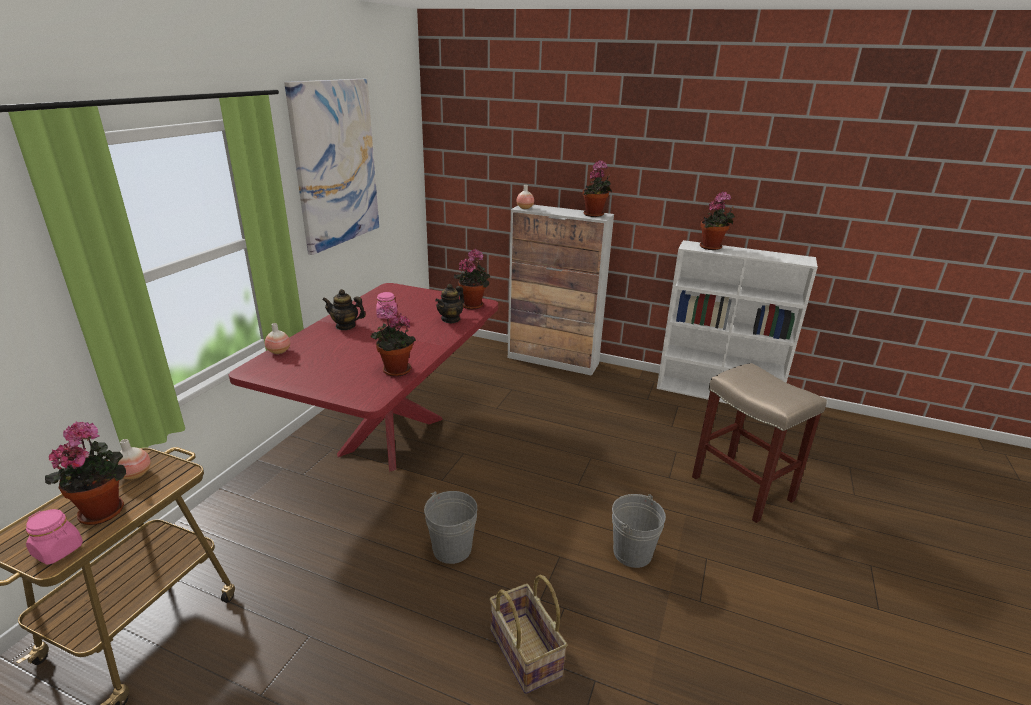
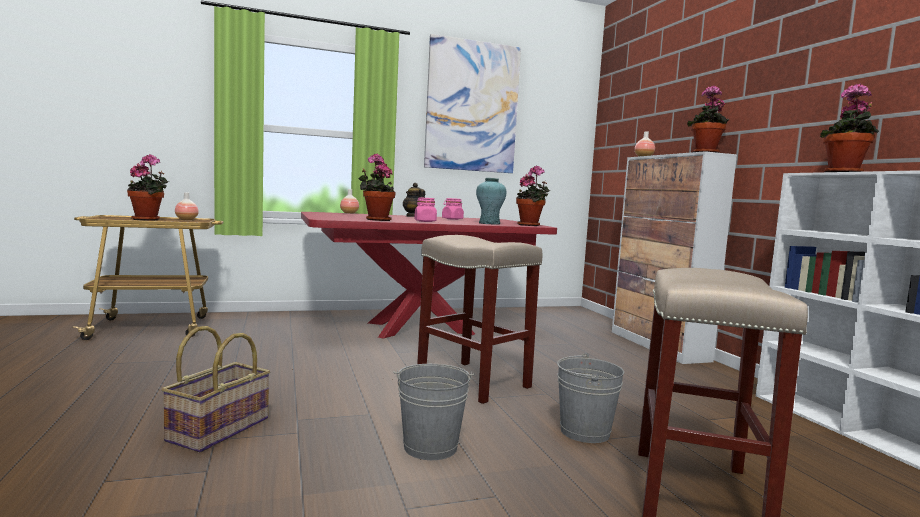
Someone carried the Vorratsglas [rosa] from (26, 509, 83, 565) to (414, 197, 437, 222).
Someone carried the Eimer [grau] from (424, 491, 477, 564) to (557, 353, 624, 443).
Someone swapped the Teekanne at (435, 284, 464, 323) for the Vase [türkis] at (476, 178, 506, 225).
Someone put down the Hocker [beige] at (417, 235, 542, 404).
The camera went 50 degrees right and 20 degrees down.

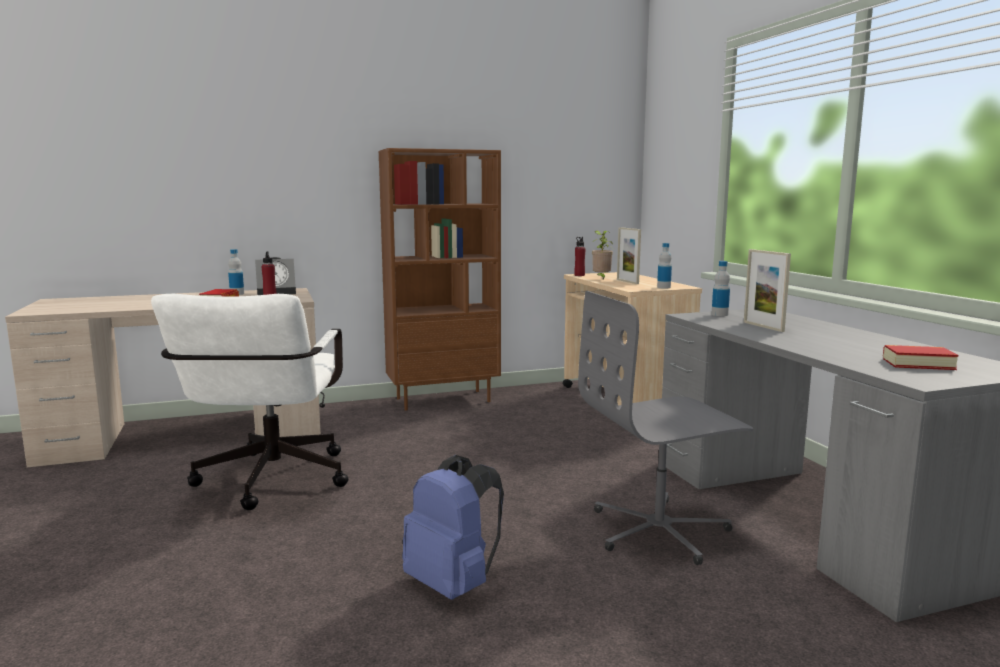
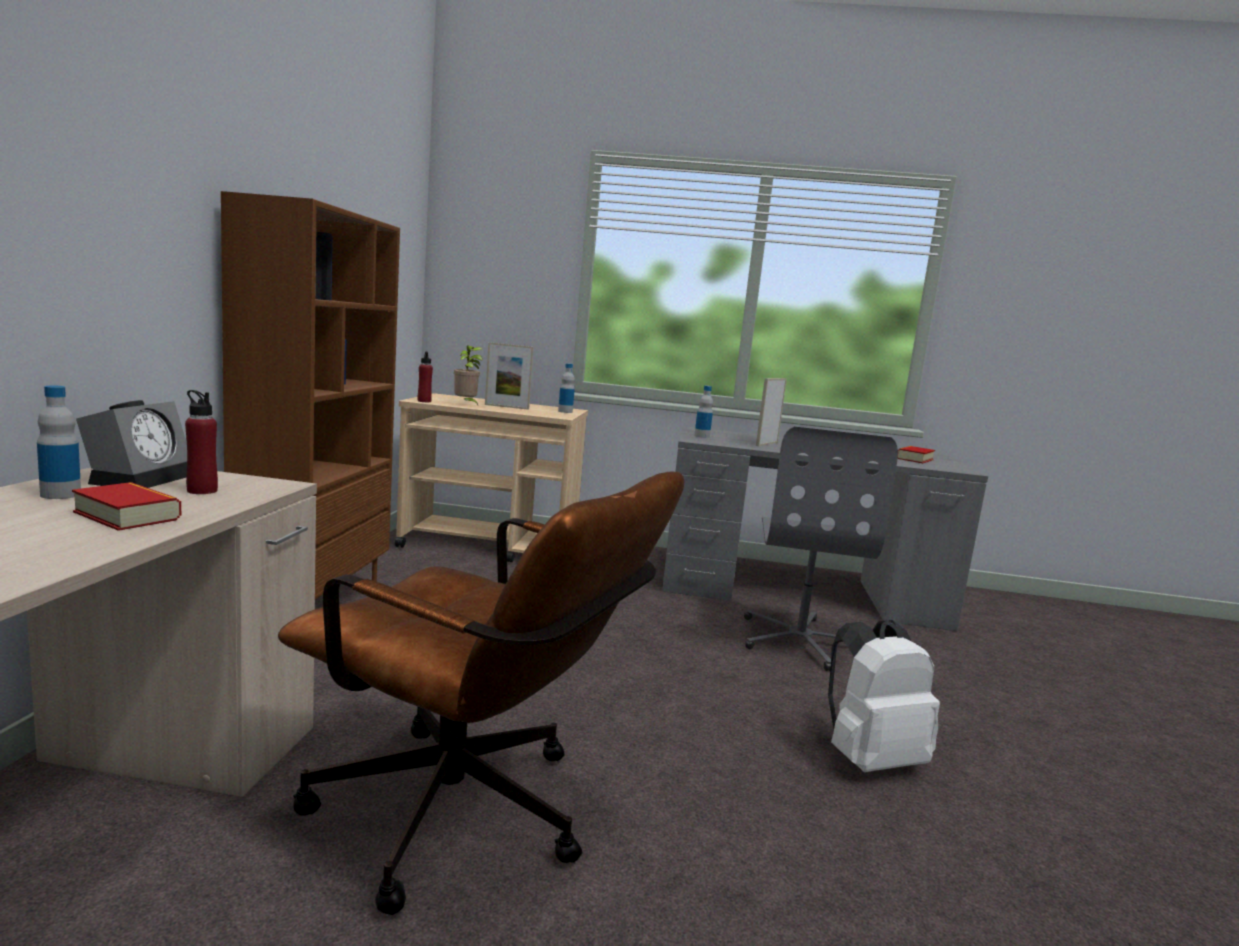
Someone repainted the Bürostuhl [weiß] at (151, 294, 348, 510), which became the Bürostuhl [braun] at (278, 471, 684, 915).
Someone repainted the Rucksack [blau] at (402, 455, 504, 600), which became the Rucksack [weiß] at (828, 620, 940, 772).
Someone rotated the Bilderrahmen at (744, 249, 791, 332) by 120 degrees clockwise.
The camera went 65 degrees left and 0 degrees up.

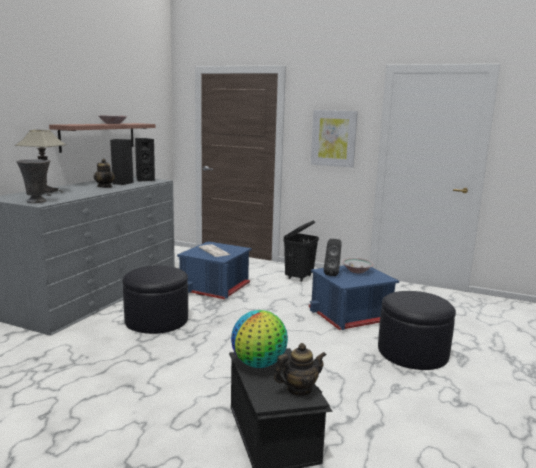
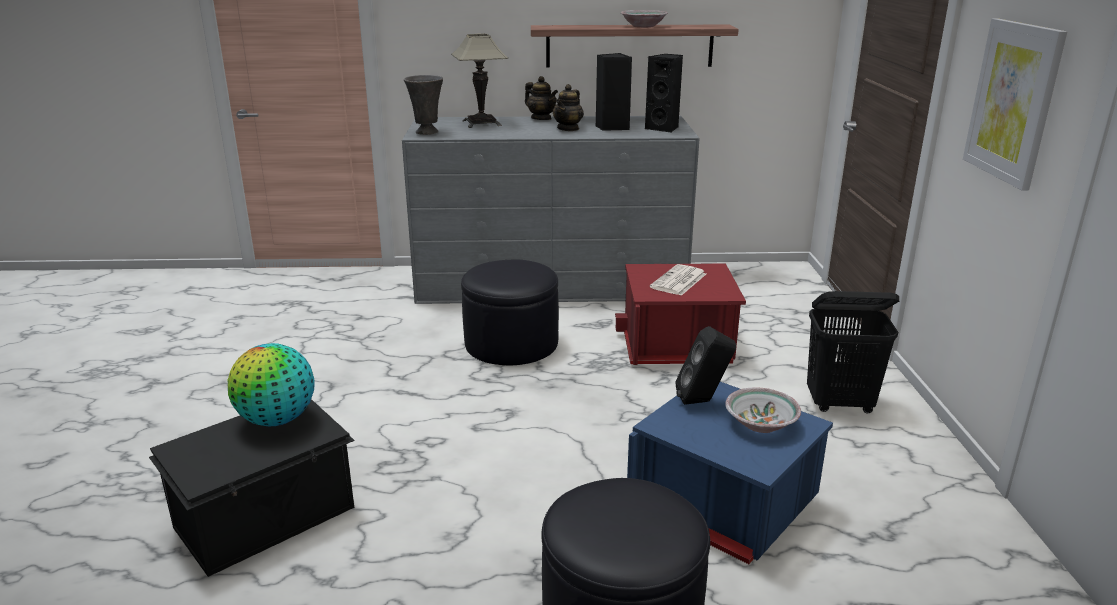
Someone repainted the Aufbewahrungsbox [blau] at (177, 241, 252, 299), which became the Aufbewahrungsbox [rot] at (615, 263, 746, 365).
Someone carried the Teekanne from (274, 343, 326, 396) to (525, 76, 558, 120).
The camera went 65 degrees right and 10 degrees up.

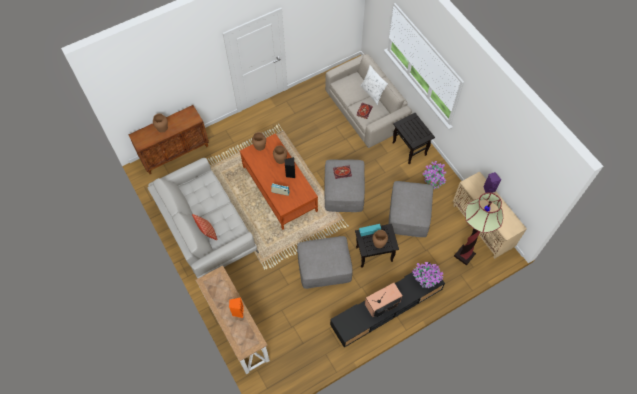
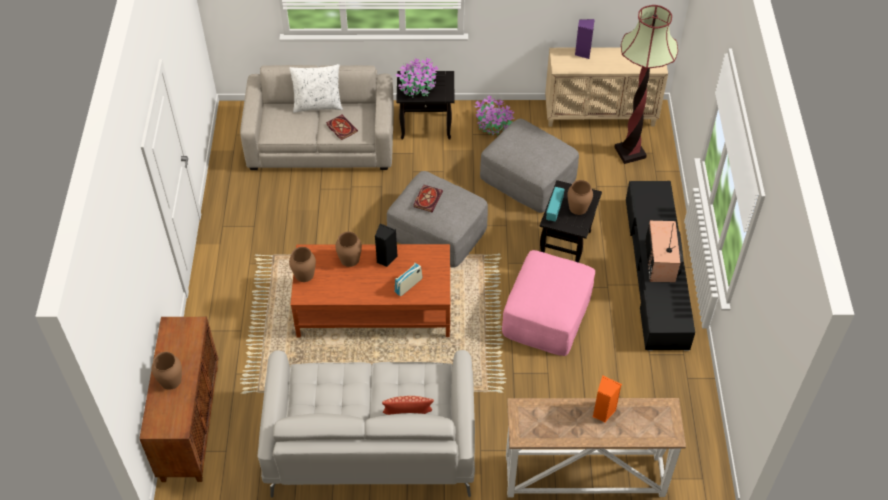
Someone repainted the Polsterhocker [grau] at (297, 236, 353, 289), which became the Polsterhocker [rosa] at (502, 250, 595, 356).
Someone carried the Topfpflanze from (412, 262, 443, 288) to (396, 57, 439, 98).
The camera went 60 degrees left and 10 degrees down.

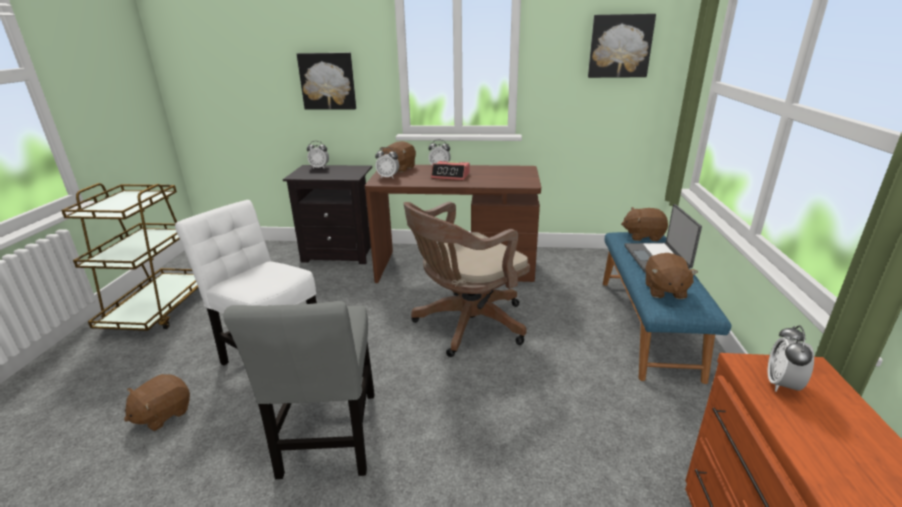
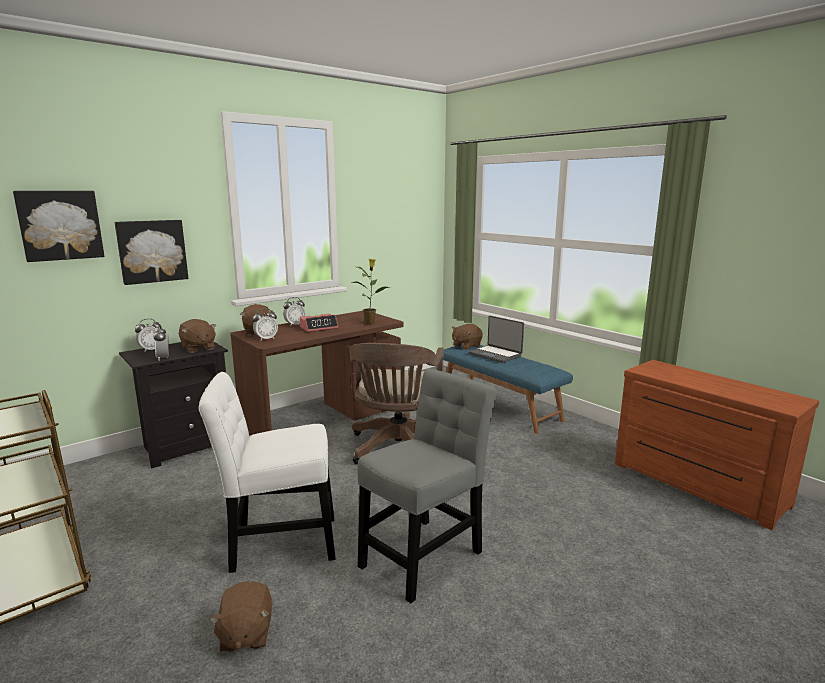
Someone rotated the Stuhl [grau] at (223, 301, 375, 479) by 90 degrees counterclockwise.
Someone carried the Bild from (588, 14, 656, 78) to (13, 191, 104, 262).
Someone carried the Plüschtier [braun] from (645, 253, 698, 299) to (179, 319, 217, 353).
Someone carried the Wecker from (768, 325, 814, 392) to (153, 325, 169, 360).
Someone put down the Topfpflanze at (350, 259, 389, 325).
The camera went 45 degrees left and 10 degrees down.

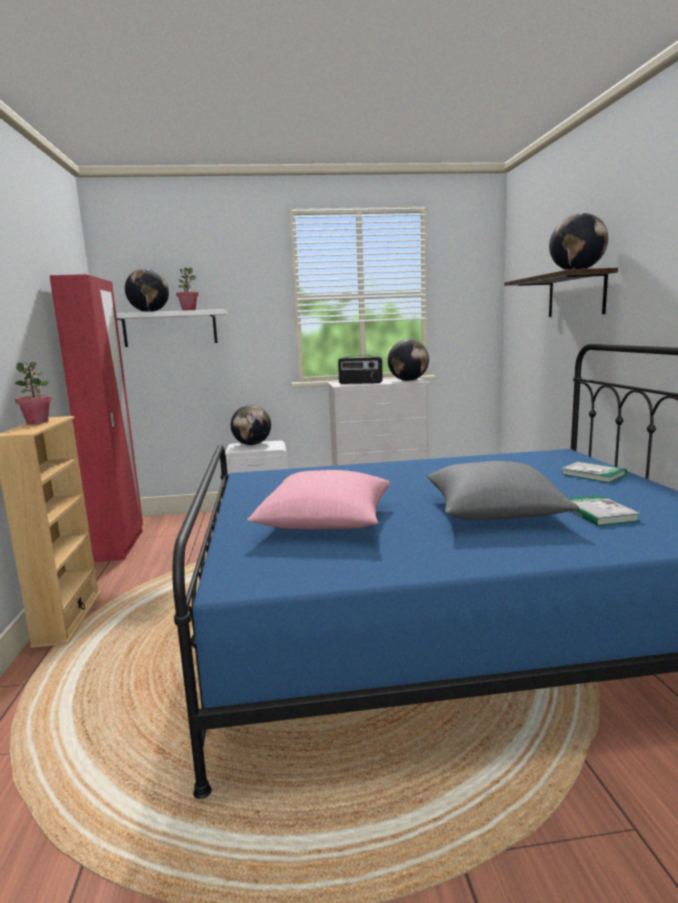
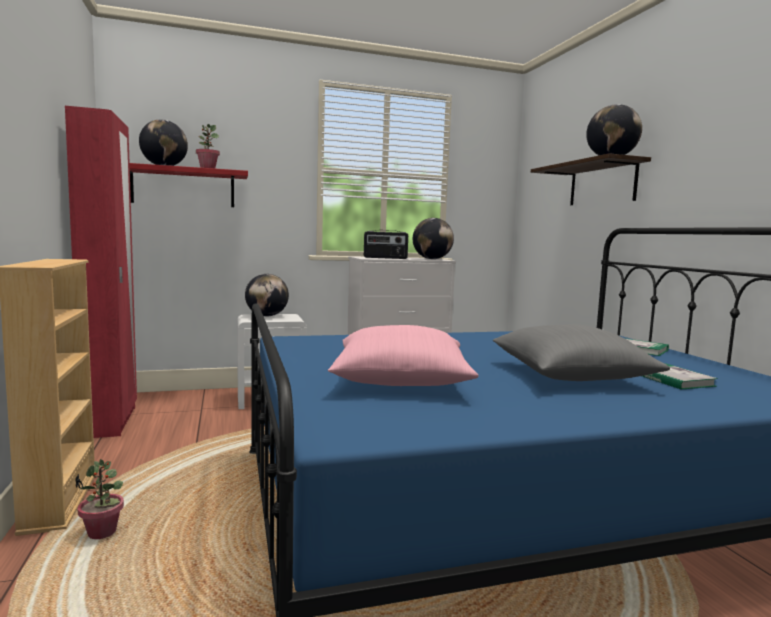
Someone carried the Topfpflanze from (15, 361, 52, 424) to (78, 459, 124, 539).
Someone repainted the Wandregal [weiß] at (116, 309, 227, 347), which became the Wandregal [rot] at (130, 163, 248, 207).
The camera went 10 degrees left and 5 degrees down.

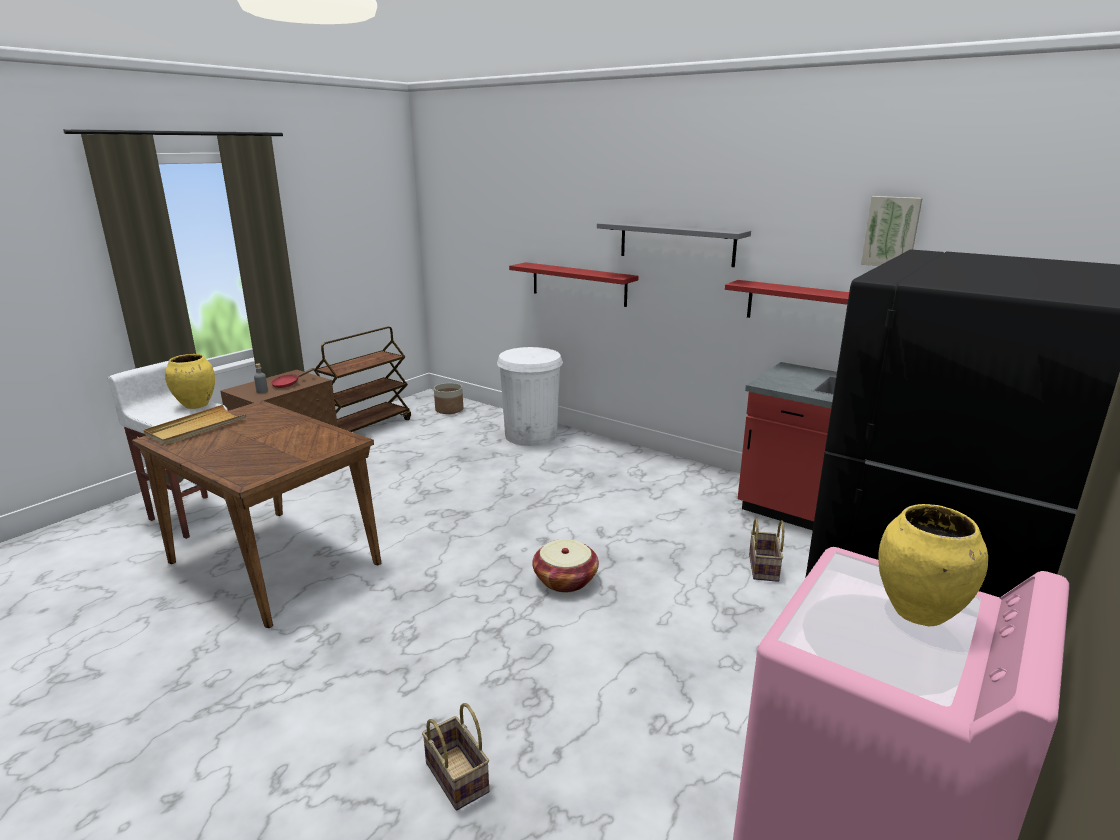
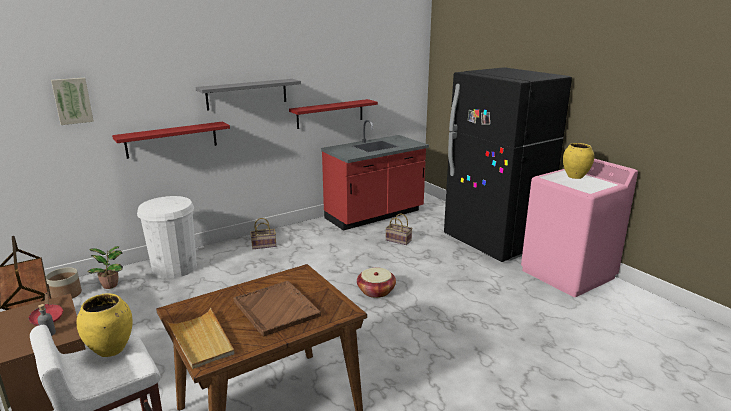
Someone carried the Korb from (422, 703, 489, 811) to (250, 218, 276, 249).
Someone carried the Bild from (861, 196, 923, 266) to (51, 78, 94, 125).
Someone put down the Topfpflanze at (88, 246, 123, 289).
Someone put down the Tablett [braun] at (233, 281, 321, 336).
The camera went 70 degrees left and 0 degrees up.

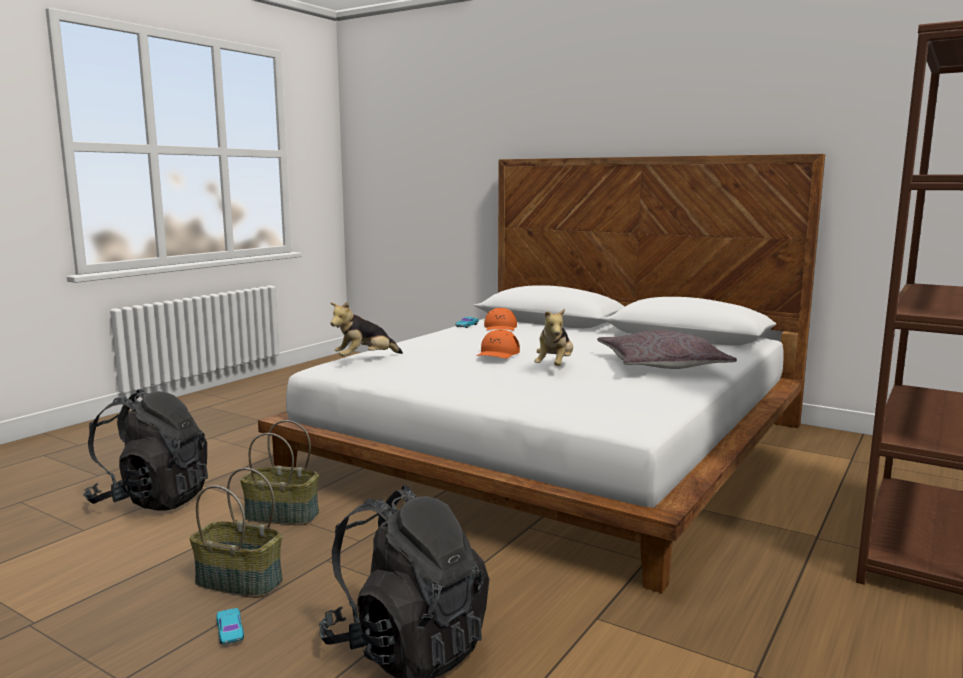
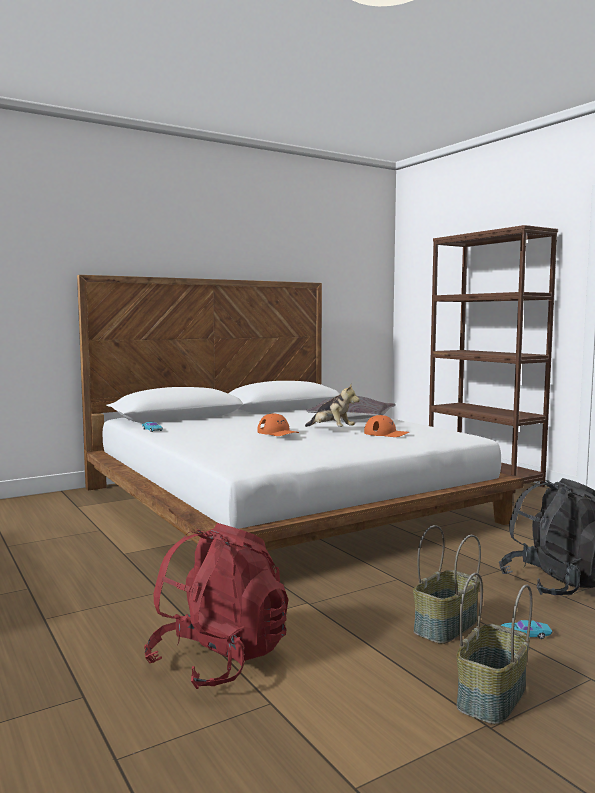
Someone repainted the Rucksack [schwarz] at (83, 390, 208, 511), which became the Rucksack [rot] at (144, 523, 289, 689).
Someone carried the Korb from (240, 420, 319, 525) to (456, 573, 532, 725).
Someone took away the Plüschtier at (331, 302, 403, 356).
Someone carried the Kappe [orange] from (484, 308, 517, 331) to (364, 415, 409, 437).
The camera went 65 degrees left and 5 degrees down.

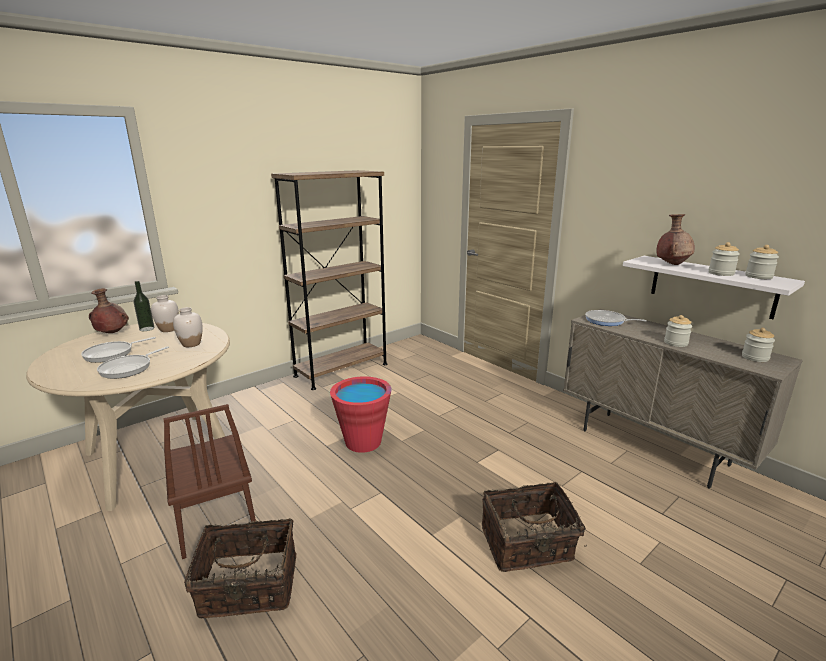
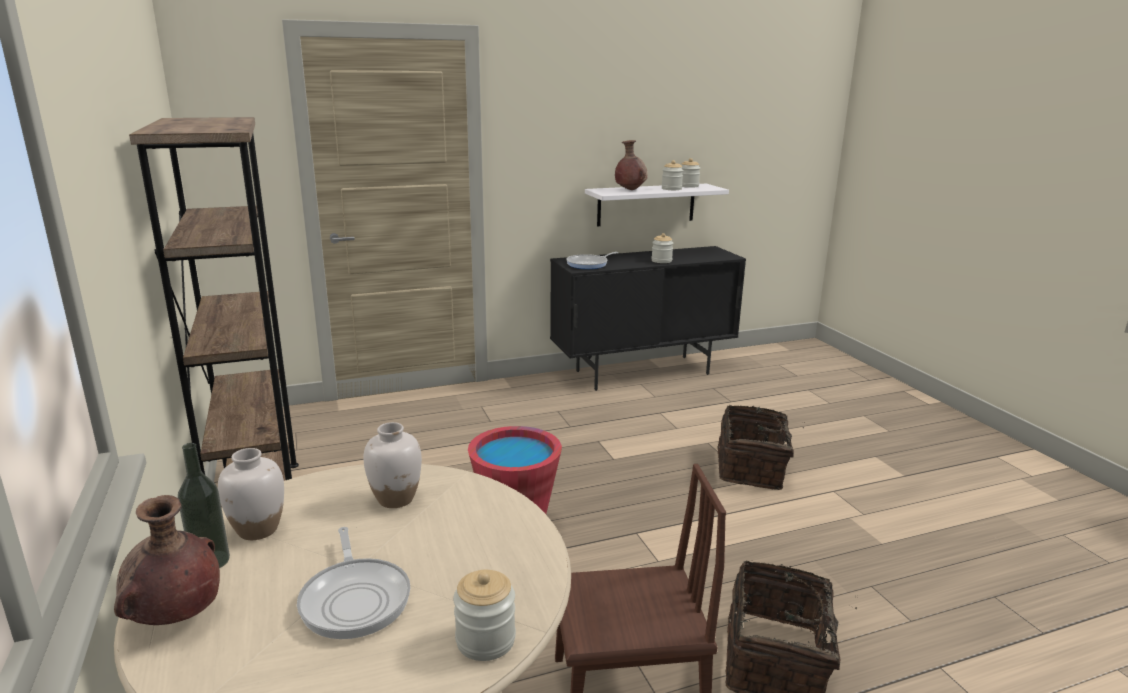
Someone took away the Pfanne at (97, 346, 169, 379).
Someone repainted the Schrank [beige] at (563, 309, 803, 489), which became the Schrank [schwarz] at (550, 246, 746, 391).
Someone carried the Vorratsglas from (742, 328, 775, 362) to (453, 570, 516, 661).
The camera went 70 degrees left and 0 degrees up.

